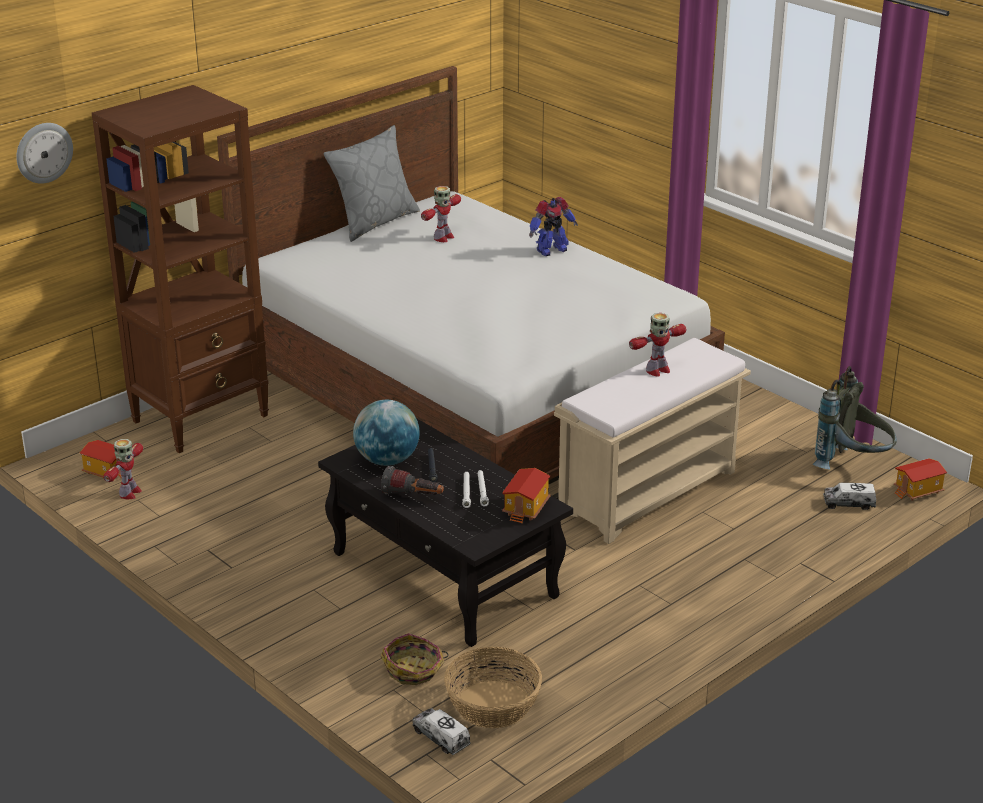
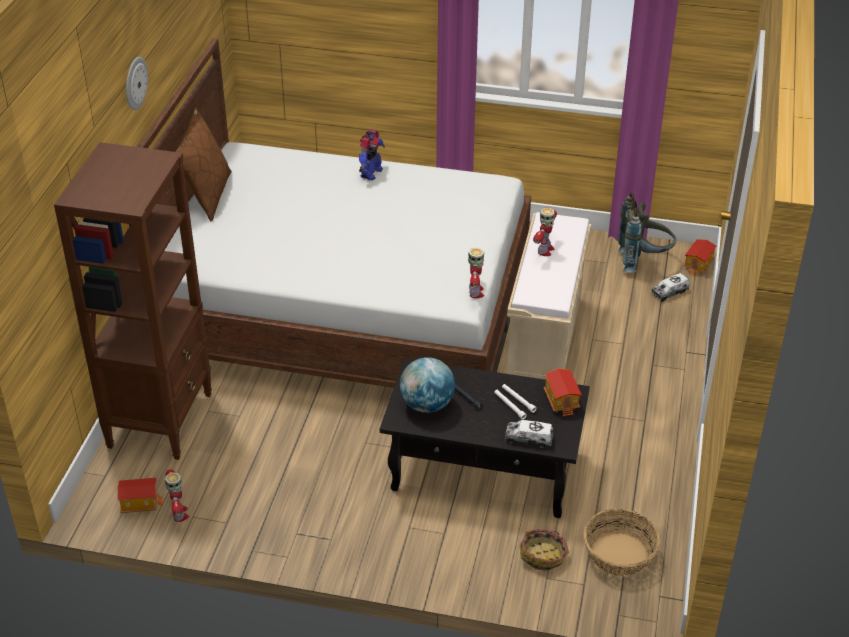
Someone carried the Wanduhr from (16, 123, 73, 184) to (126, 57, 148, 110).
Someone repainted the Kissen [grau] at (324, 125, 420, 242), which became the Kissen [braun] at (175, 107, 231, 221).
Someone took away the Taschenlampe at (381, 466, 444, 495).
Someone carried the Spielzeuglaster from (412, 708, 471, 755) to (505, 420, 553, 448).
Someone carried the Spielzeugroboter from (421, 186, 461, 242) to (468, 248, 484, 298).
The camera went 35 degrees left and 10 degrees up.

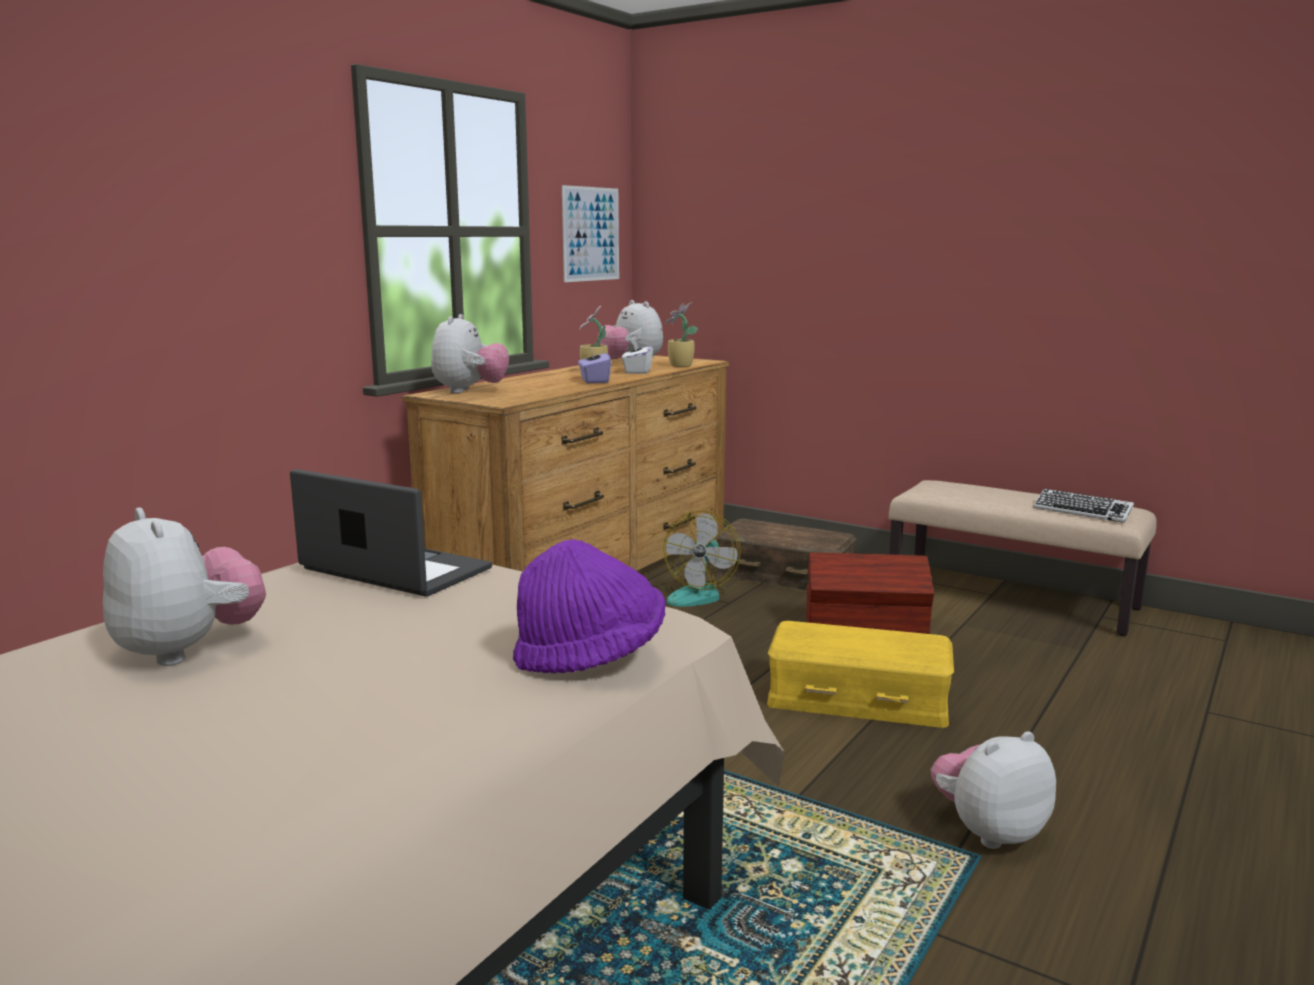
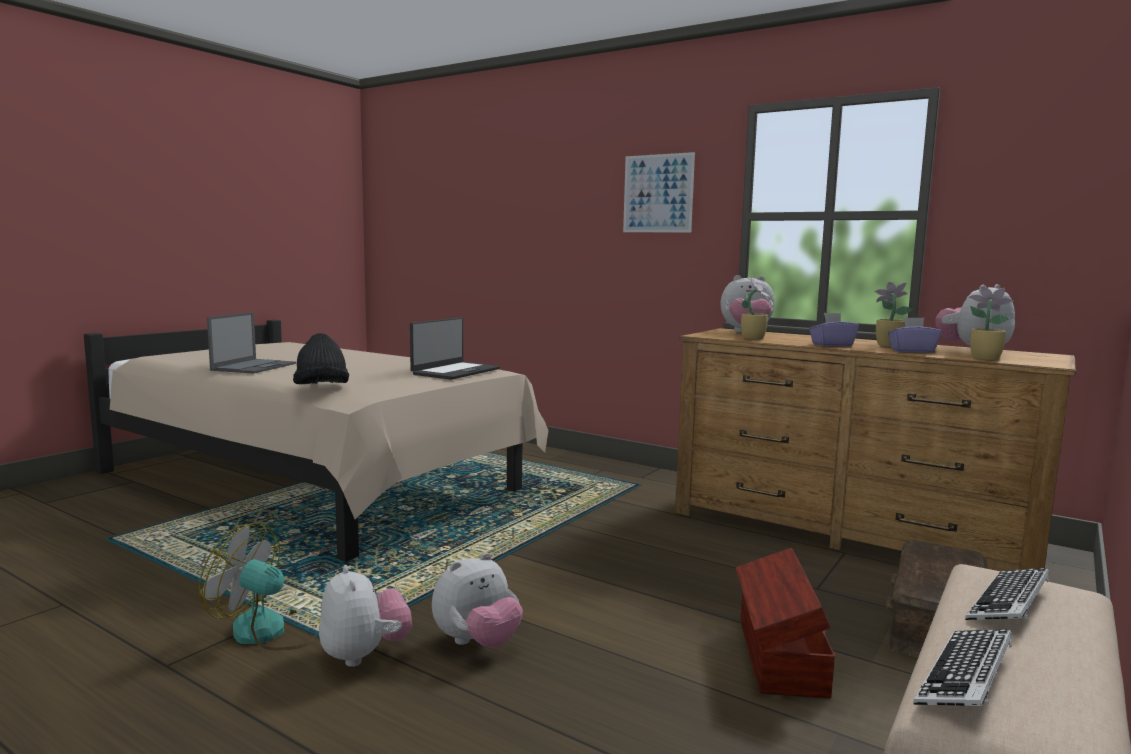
Someone carried the Plüschtier from (103, 508, 266, 666) to (432, 553, 523, 648).
Someone repainted the Hut [lila] at (513, 539, 665, 674), which became the Hut [schwarz] at (293, 333, 349, 384).
Someone carried the Bild from (562, 185, 619, 282) to (623, 152, 695, 232).
Someone repainted the Taschentuchbox [weiß] at (622, 339, 653, 374), which became the Taschentuchbox [lila] at (888, 317, 941, 353).
Someone carried the Ventilator from (658, 511, 741, 607) to (199, 522, 317, 650).
Someone took away the Aufbewahrungsbox [gelb] at (767, 621, 954, 728).
Someone put down the Laptop at (207, 312, 296, 374).
Someone put down the Topfpflanze at (741, 277, 770, 340).
Someone put down the Tastatur at (965, 568, 1050, 620).
The camera went 90 degrees right and 5 degrees down.

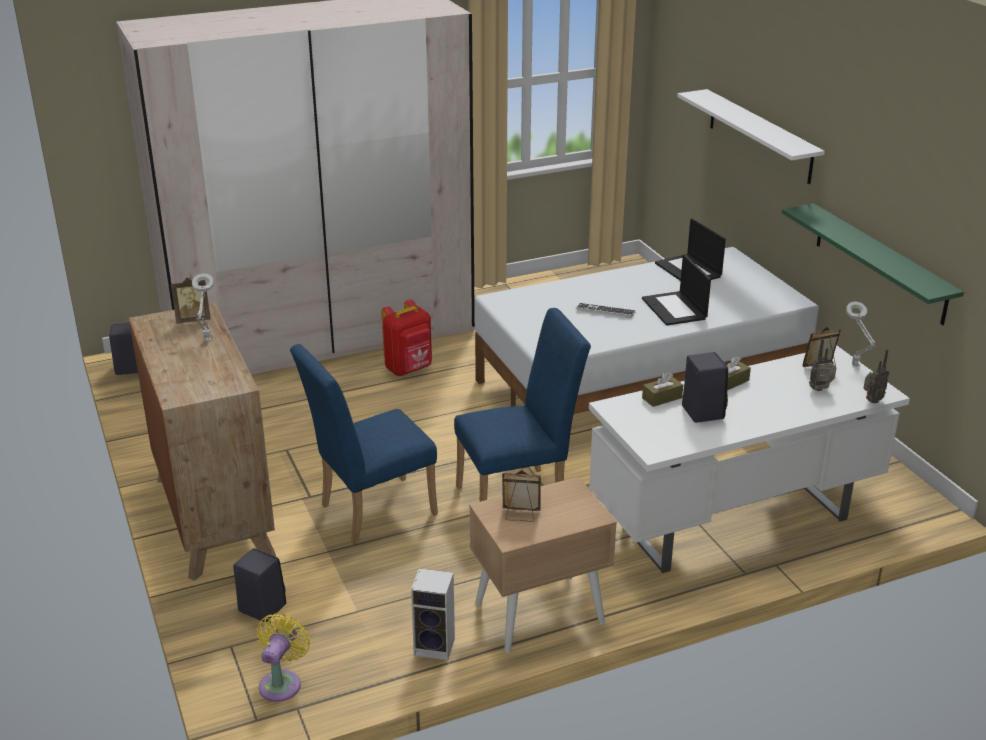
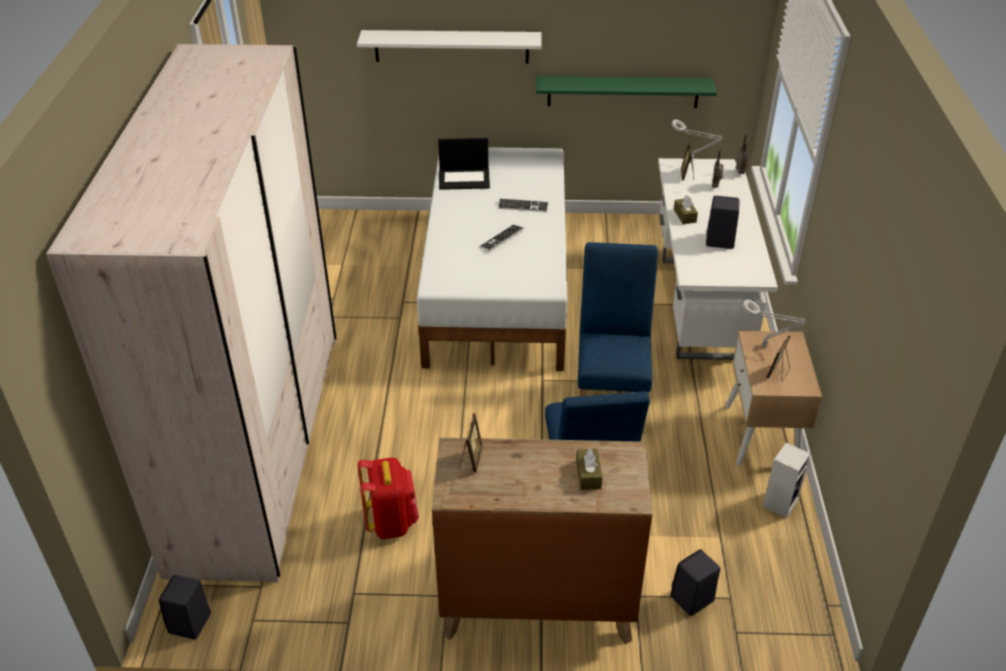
Someone carried the Tischlampe [grau] from (192, 274, 214, 341) to (743, 299, 806, 348).
Someone took away the Ventilator [gelb] at (257, 613, 310, 702).
Someone carried the Rucksack [rot] from (382, 300, 432, 376) to (358, 457, 419, 539).
Someone swapped the Laptop at (642, 254, 711, 326) for the Tastatur at (498, 198, 549, 212).
Someone carried the Taschentuchbox [braun] from (642, 372, 683, 407) to (576, 448, 602, 490).
The camera went 65 degrees left and 10 degrees up.

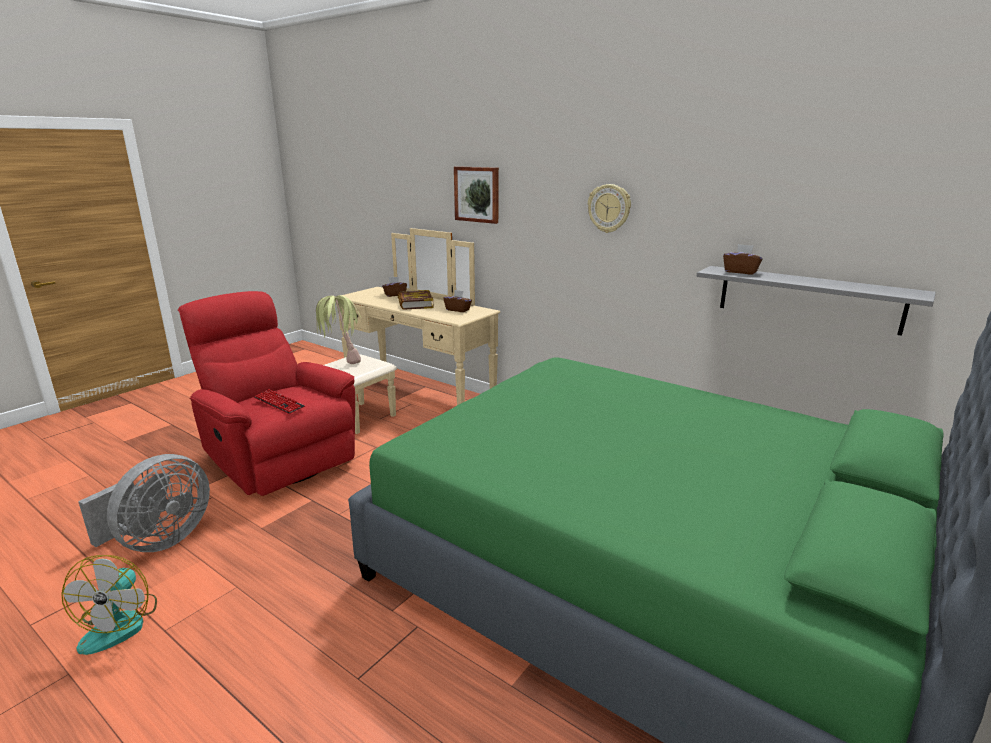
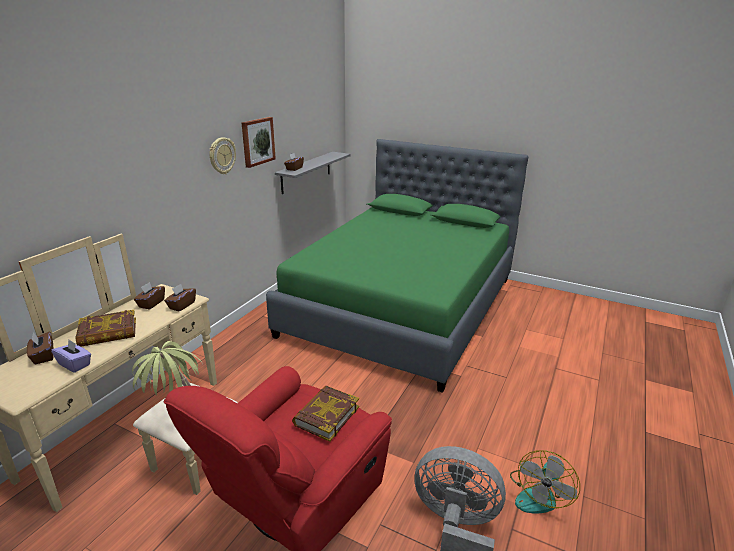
Someone rotated the Ventilator at (61, 555, 157, 655) by 135 degrees clockwise.
Someone swapped the Tastatur at (254, 389, 305, 414) for the Buch at (292, 385, 359, 442).
Someone carried the Bild from (454, 166, 499, 224) to (242, 117, 276, 168).
Someone put down the Taschentuchbox [lila] at (51, 339, 91, 373).
Someone put down the Taschentuchbox [braun] at (164, 284, 196, 312).
The camera went 100 degrees left and 5 degrees up.

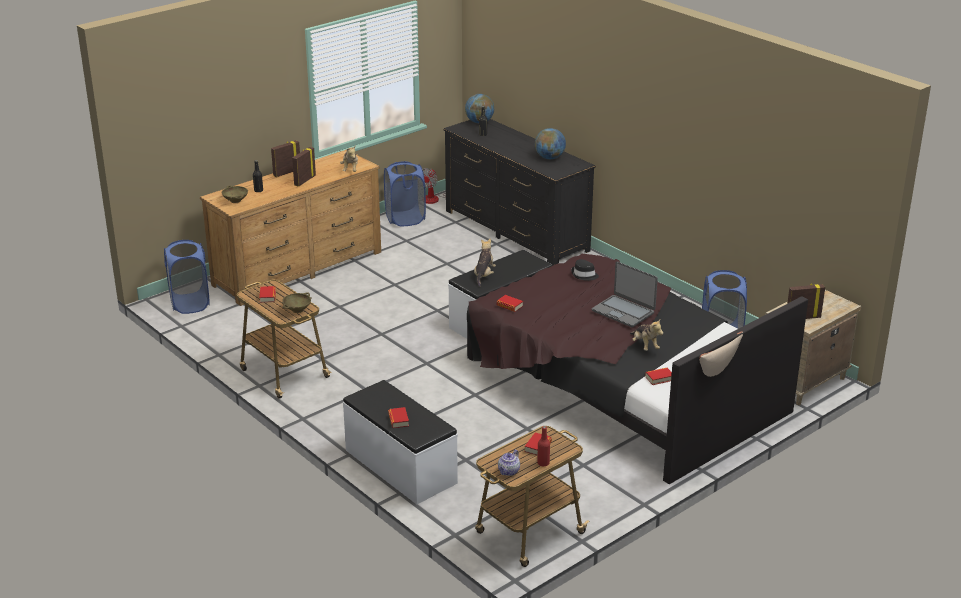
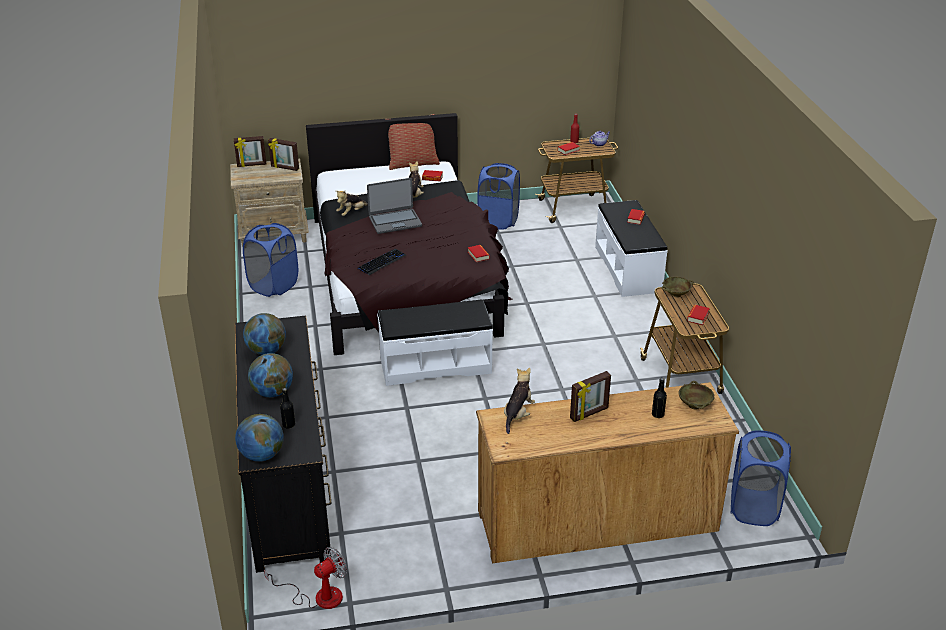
Someone carried the Bilderrahmen from (271, 140, 300, 177) to (234, 136, 266, 167).
Someone carried the Wäschekorb [blau] from (384, 161, 426, 226) to (477, 163, 520, 230).
Someone carried the Plüschtier from (474, 239, 496, 287) to (336, 191, 368, 216).
Someone swapped the Hut [schwarz] at (571, 259, 599, 281) for the Tastatur at (357, 248, 406, 275).
Someone rotated the Laptop at (592, 261, 658, 327) by 90 degrees clockwise.
Someone put down the Globus at (248, 353, 293, 397).
The camera went 150 degrees left and 5 degrees up.

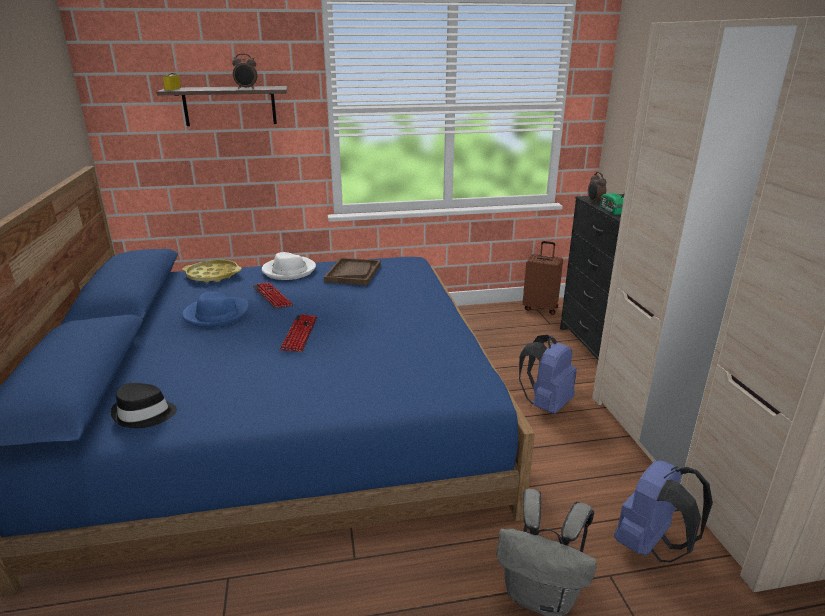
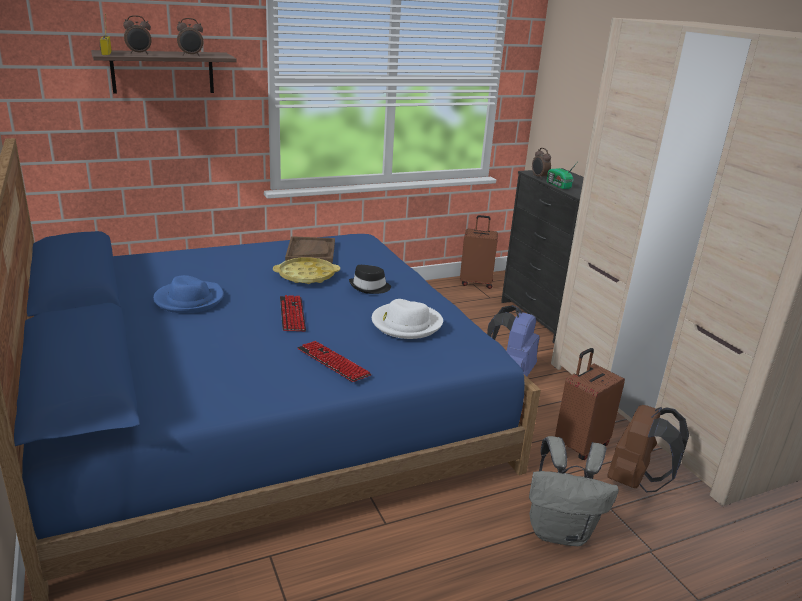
Someone carried the Hut [schwarz] from (110, 383, 177, 428) to (349, 265, 391, 294).
Someone carried the Tablett [gelb] from (182, 260, 242, 283) to (273, 257, 340, 284).
Someone carried the Tastatur from (253, 282, 293, 308) to (297, 341, 371, 382).
Someone carried the Hut [weiß] from (262, 252, 316, 280) to (372, 299, 443, 339).
Someone repainted the Rucksack [blau] at (614, 460, 713, 563), which became the Rucksack [braun] at (607, 405, 689, 493).
Someone put down the Wecker at (123, 15, 151, 55).
Someone put down the Koffer [braun] at (555, 348, 625, 460).
The camera went 15 degrees left and 0 degrees up.

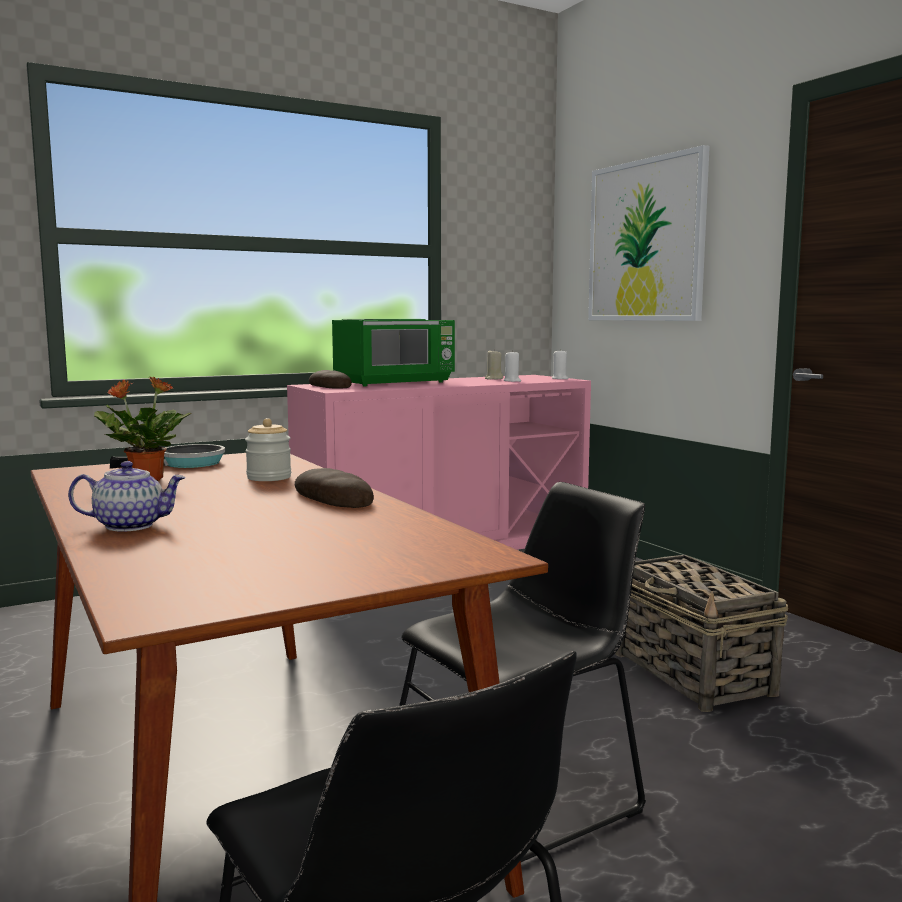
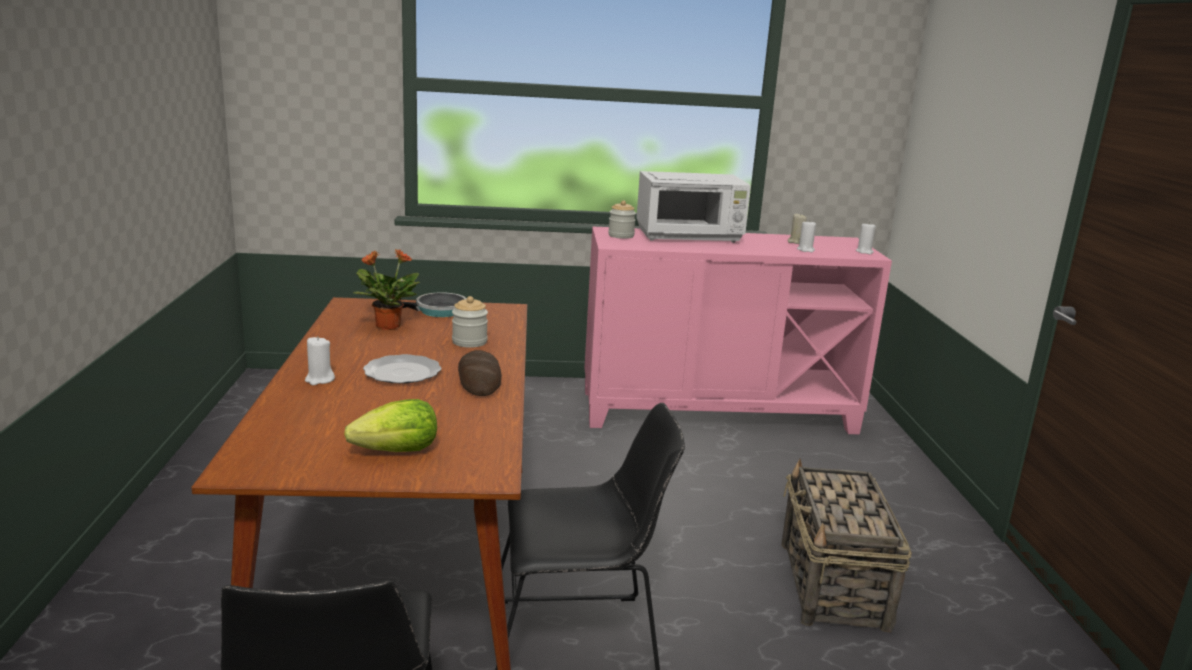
Someone swapped the Teekanne at (68, 461, 186, 532) for the Kerze [weiß] at (305, 336, 335, 385).
Someone swapped the Brot at (309, 370, 352, 389) for the Vorratsglas at (608, 200, 636, 239).
Someone repainted the Mikrowelle [grün] at (332, 319, 455, 386), which became the Mikrowelle [weiß] at (636, 171, 751, 243).
Someone took away the Bild at (588, 145, 710, 321).
Someone put down the Salatkopf at (344, 399, 437, 452).
Someone put down the Teller at (363, 354, 441, 384).
The camera went 25 degrees right and 10 degrees up.

